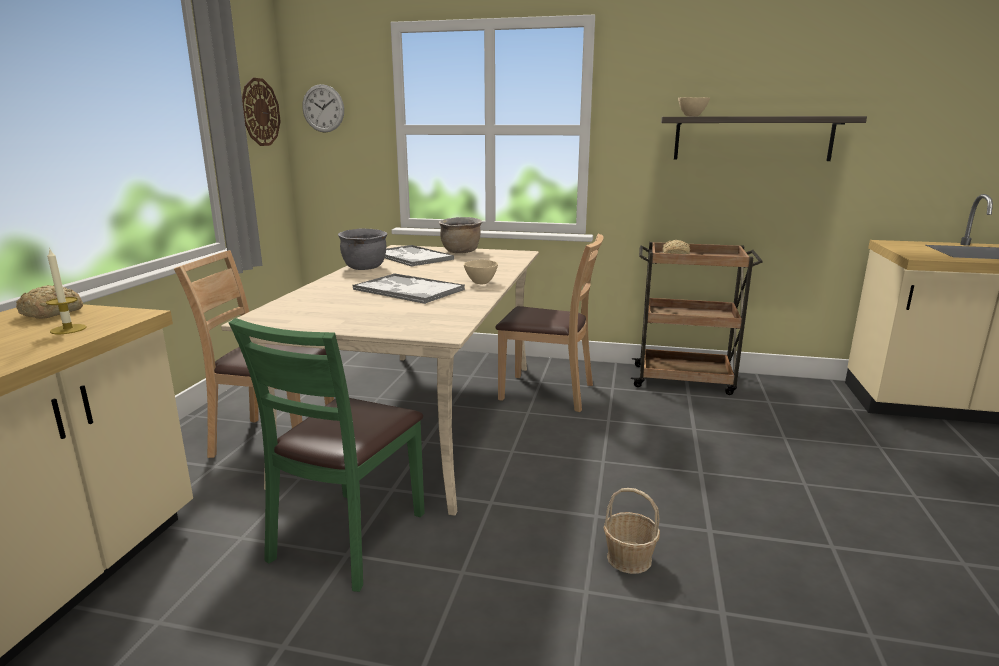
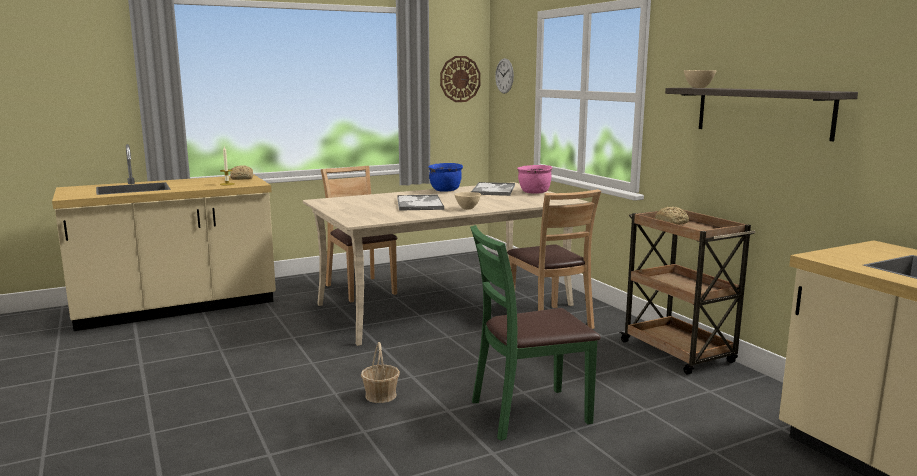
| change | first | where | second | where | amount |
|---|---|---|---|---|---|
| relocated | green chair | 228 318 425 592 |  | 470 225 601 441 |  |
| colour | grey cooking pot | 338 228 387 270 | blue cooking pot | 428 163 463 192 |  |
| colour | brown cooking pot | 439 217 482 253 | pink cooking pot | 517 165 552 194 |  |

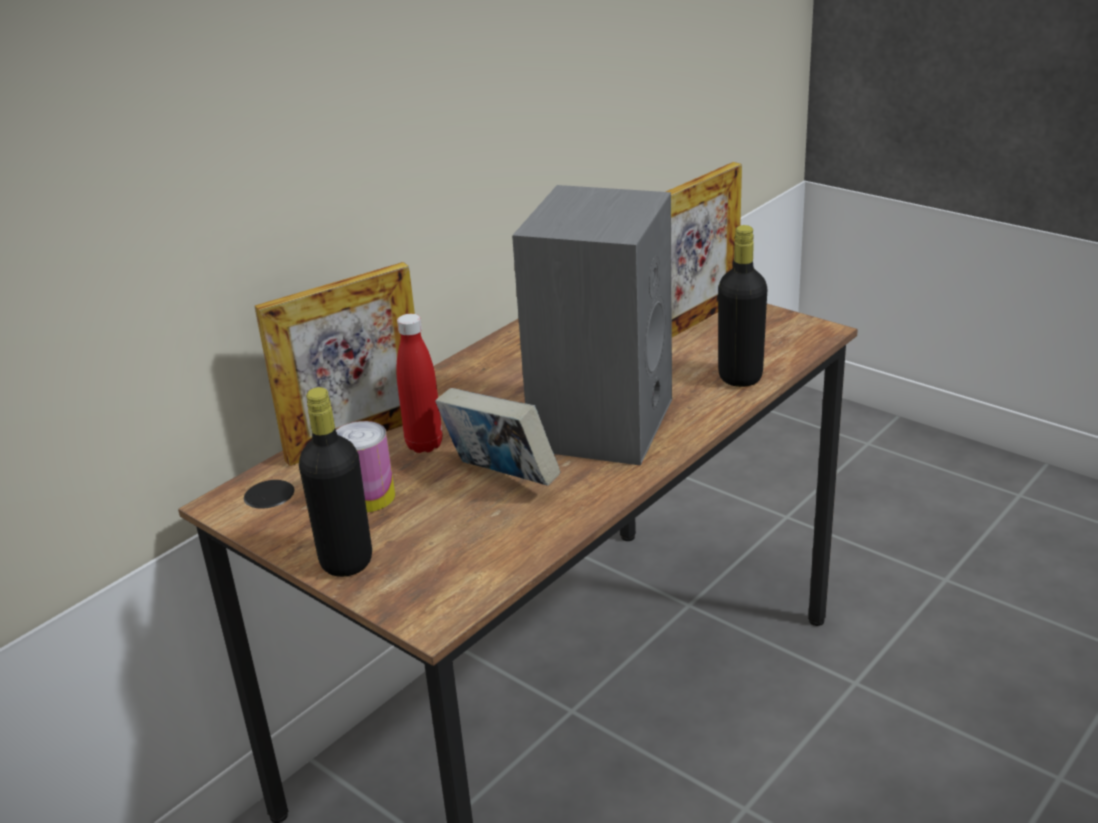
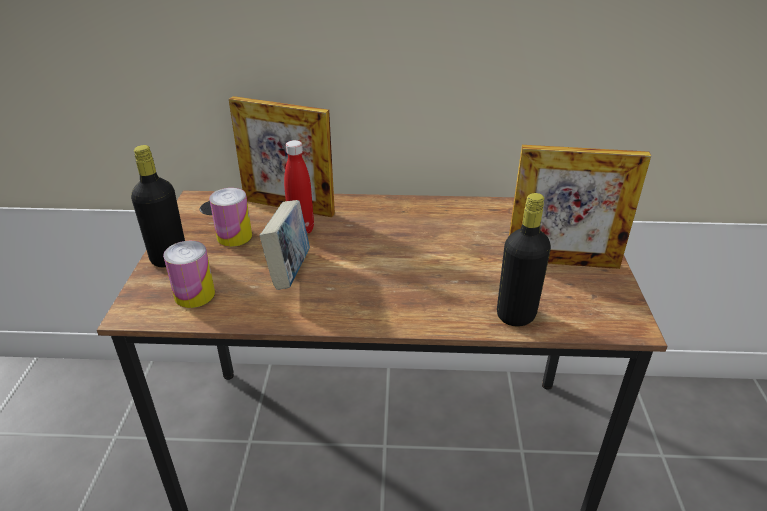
| change | first | where | second | where | amount |
|---|---|---|---|---|---|
| missing | grey speaker | 512 185 672 466 |  |  |  |
| appeared |  |  | can | 163 241 215 308 |  |

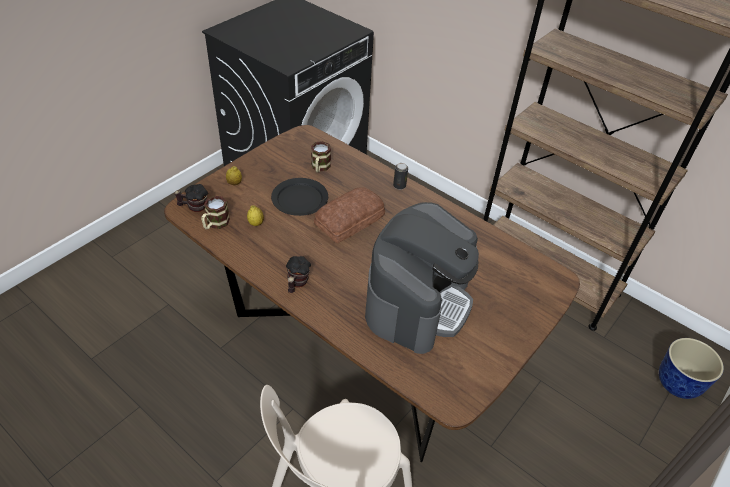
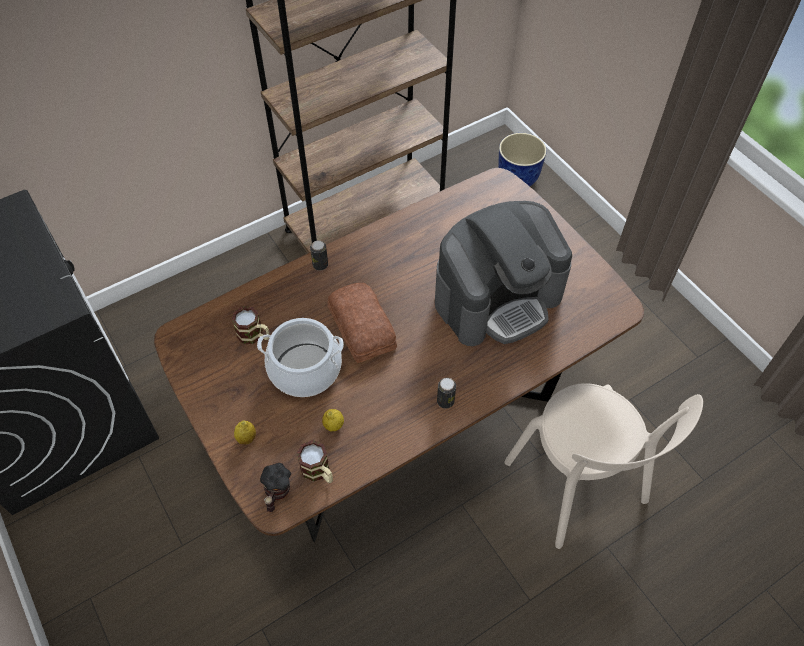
| change | first | where | second | where | amount |
|---|---|---|---|---|---|
| exchanged | black plate | 271 178 328 216 | cooking pot | 257 318 344 397 |  |
| exchanged | mug | 286 256 311 293 | can | 437 378 456 409 |  |
| spun | coffee machine | 365 202 479 354 |  | 435 201 572 346 | 105 degrees clockwise |

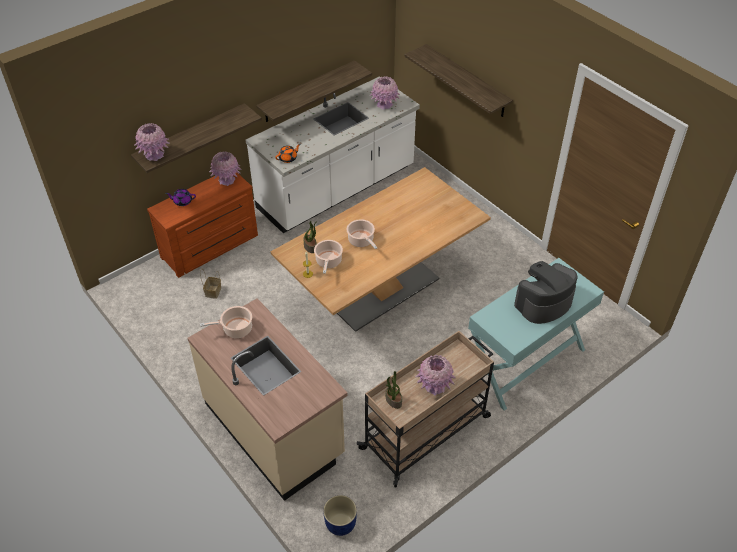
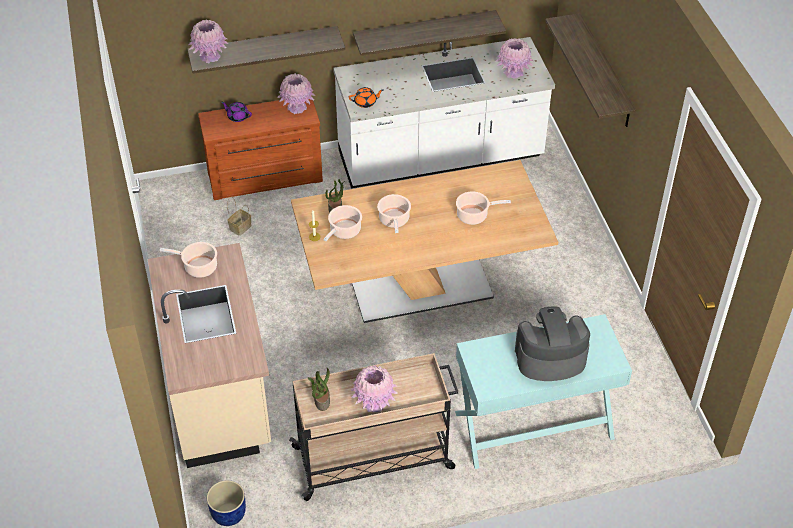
| change | first | where | second | where | amount |
|---|---|---|---|---|---|
| appeared |  |  | cooking pot | 456 191 511 225 |  |

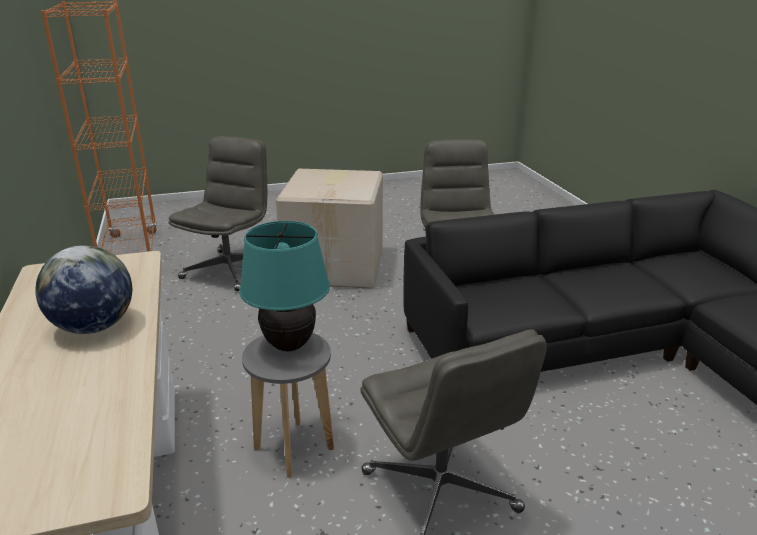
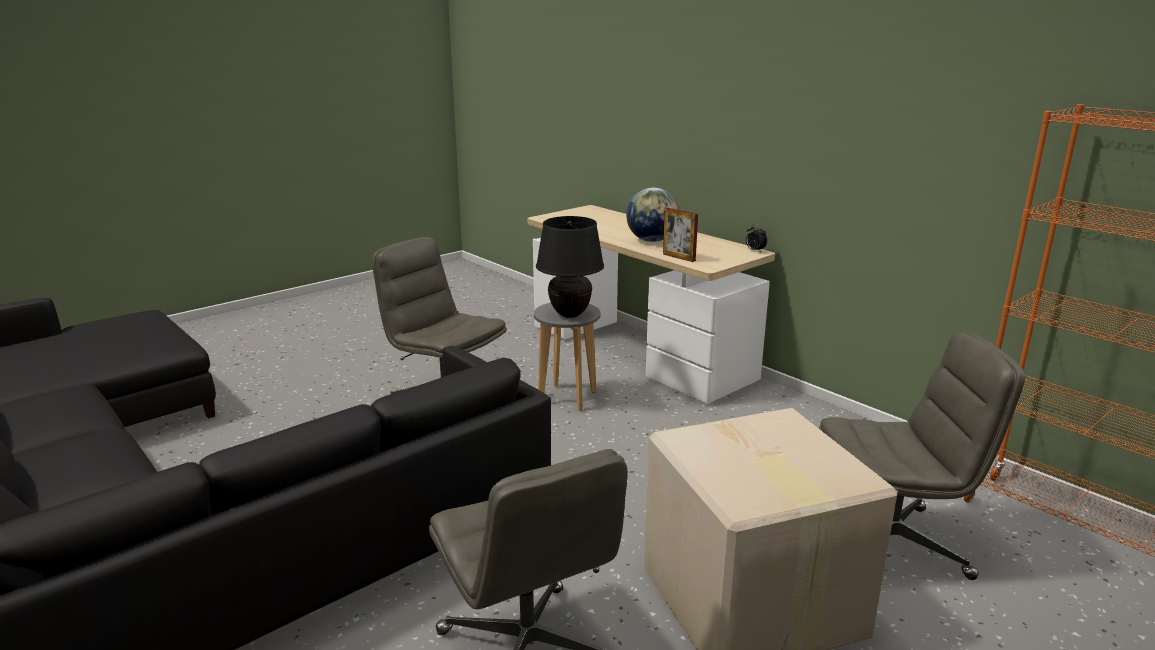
| change | first | where | second | where | amount |
|---|---|---|---|---|---|
| appeared |  |  | picture frame | 663 208 698 262 |  |
| appeared |  |  | alarm clock | 746 224 767 252 |  |
| colour | turquoise table lamp | 239 221 330 352 | black table lamp | 536 216 604 318 |  |
| spun | grey office chair | 168 136 267 291 |  | 819 332 1025 580 | 90 degrees counterclockwise |

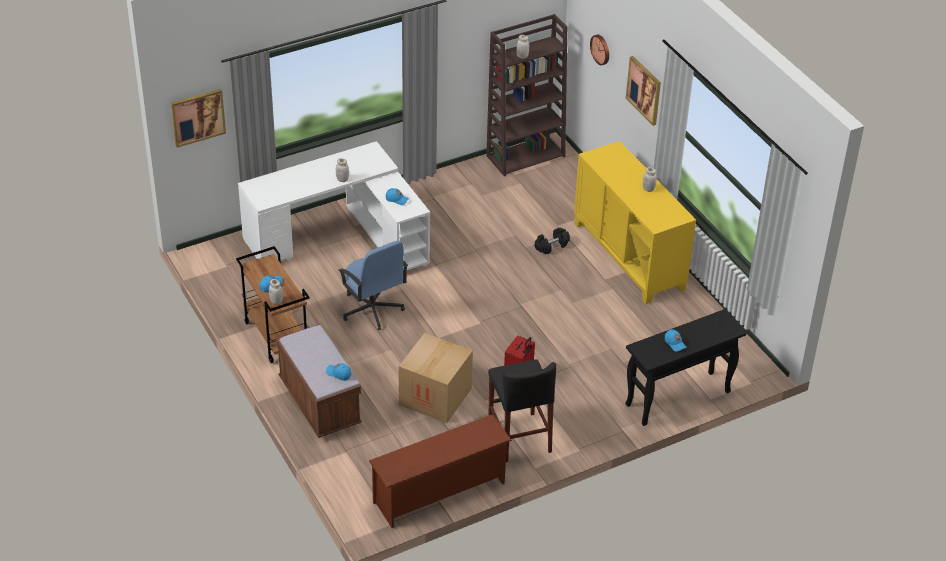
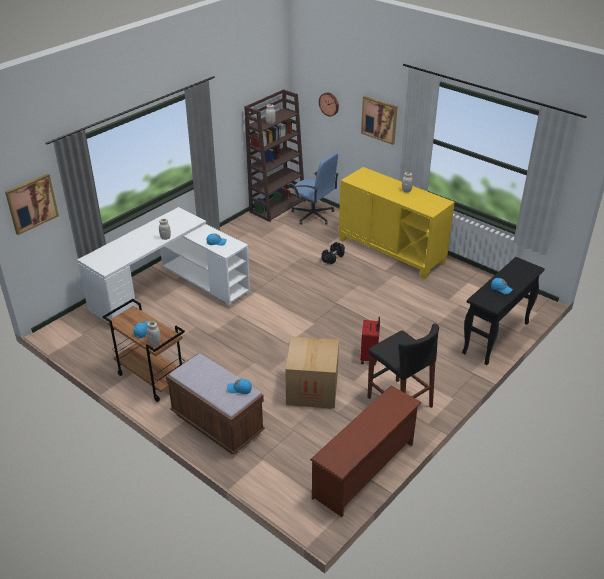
| change | first | where | second | where | amount |
|---|---|---|---|---|---|
| relocated | blue office chair | 339 240 408 330 |  | 291 153 338 225 |  |

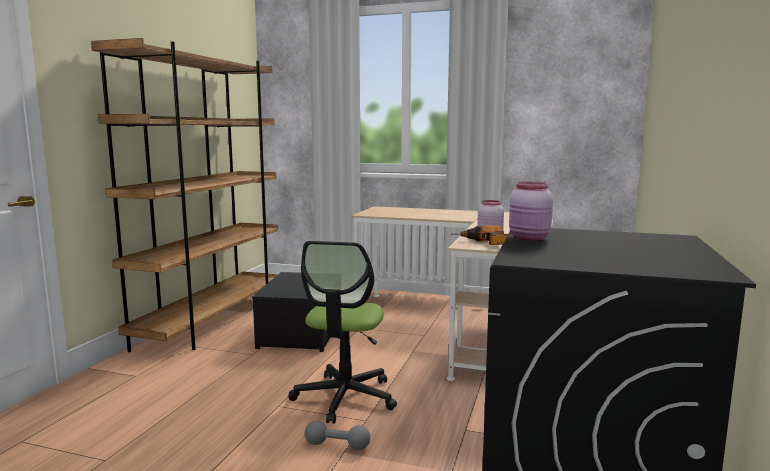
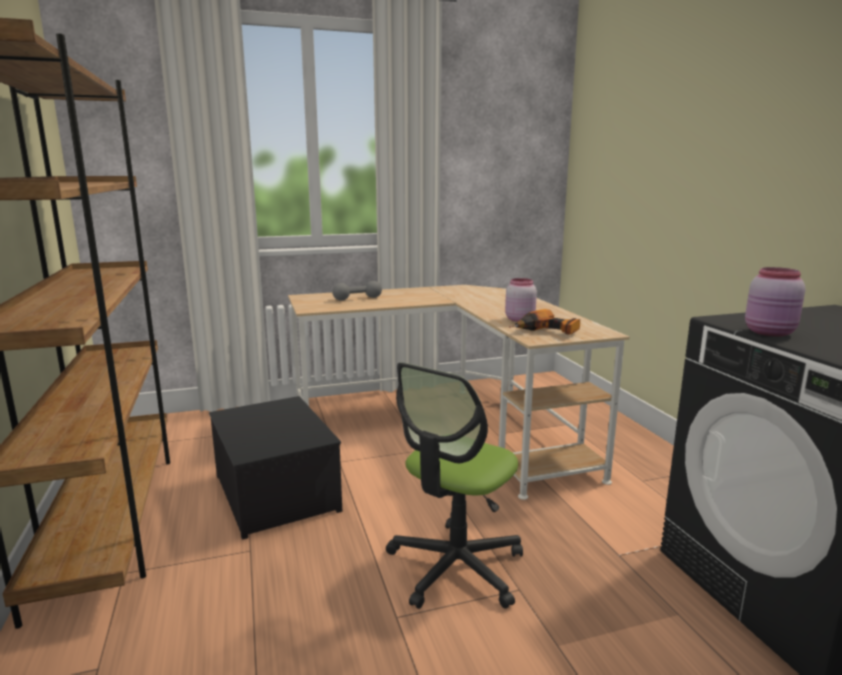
| change | first | where | second | where | amount |
|---|---|---|---|---|---|
| relocated | grey dumbbell | 304 421 370 450 |  | 332 281 382 301 |  |
| spun | office chair | 289 241 397 424 |  | 386 362 523 609 | 60 degrees clockwise |

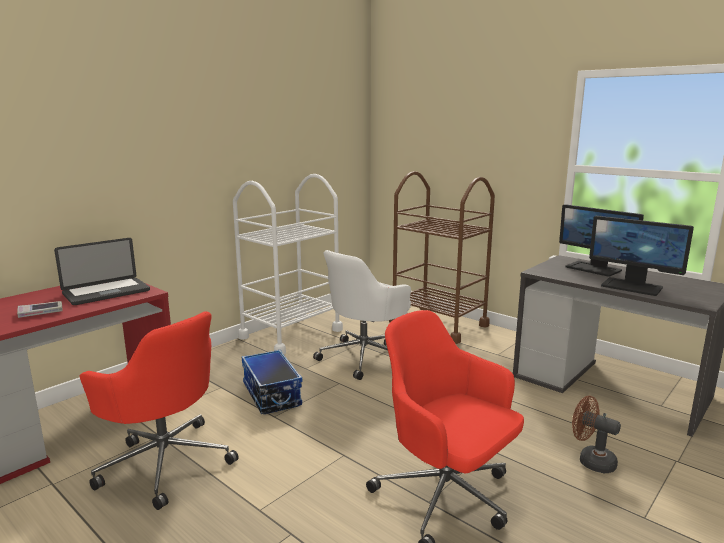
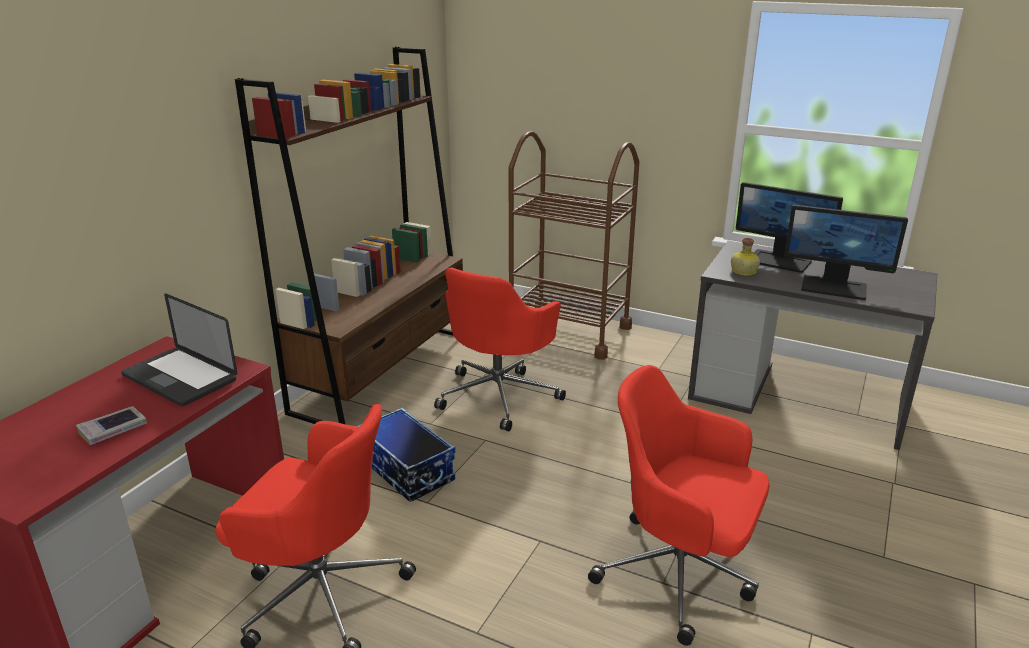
| change | first | where | second | where | amount |
|---|---|---|---|---|---|
| missing | brown fan | 572 396 621 473 |  |  |  |
| appeared |  |  | bottle | 731 238 760 276 |  |
| exchanged | white cart | 233 174 343 354 | brown bookcase | 235 47 463 424 |  |
| colour | white office chair | 313 250 411 380 | red office chair | 434 268 566 431 |  |
| spun | laptop | 54 238 150 305 |  | 121 294 237 406 | 90 degrees clockwise |

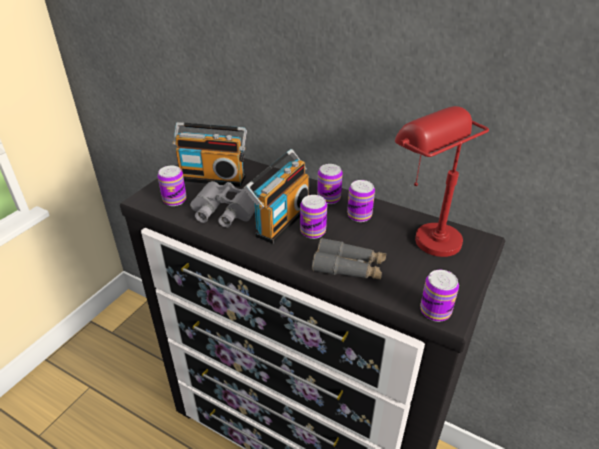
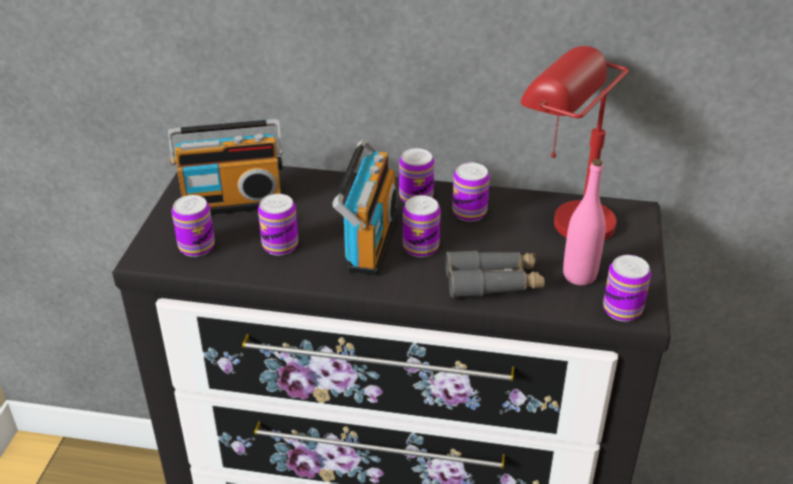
| change | first | where | second | where | amount |
|---|---|---|---|---|---|
| appeared |  |  | pink bottle | 563 159 606 285 |  |
| exchanged | grey binoculars | 190 181 255 228 | can | 258 194 298 255 |  |

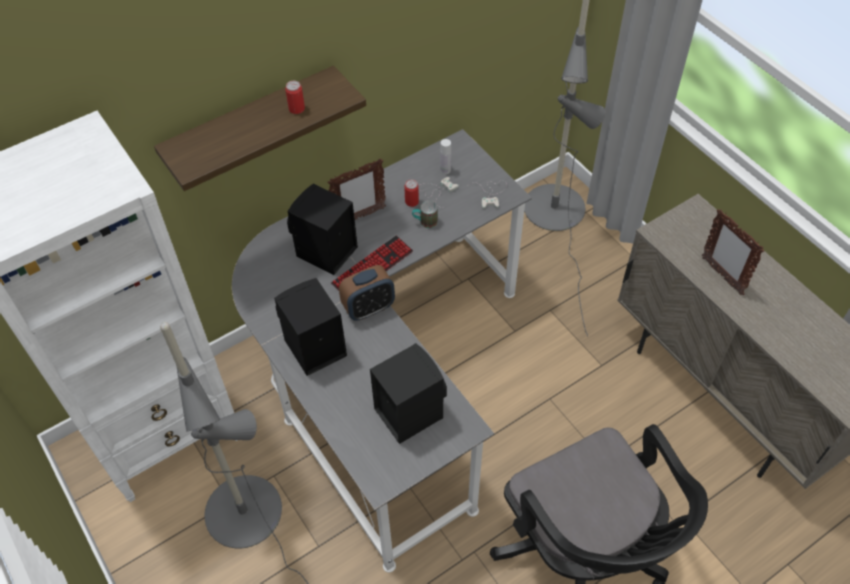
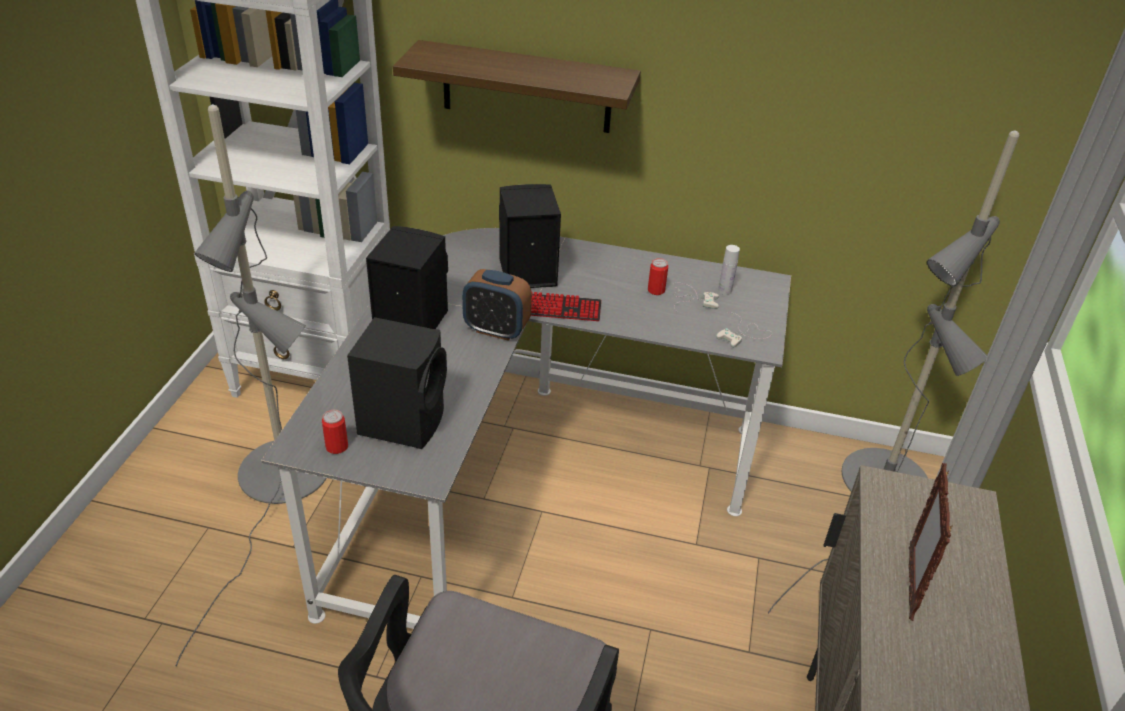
| change | first | where | second | where | amount |
|---|---|---|---|---|---|
| missing | picture frame | 327 158 386 220 |  |  |  |
| missing | mug | 412 201 438 228 |  |  |  |
| relocated | can | 285 81 305 114 |  | 322 410 348 454 |  |

